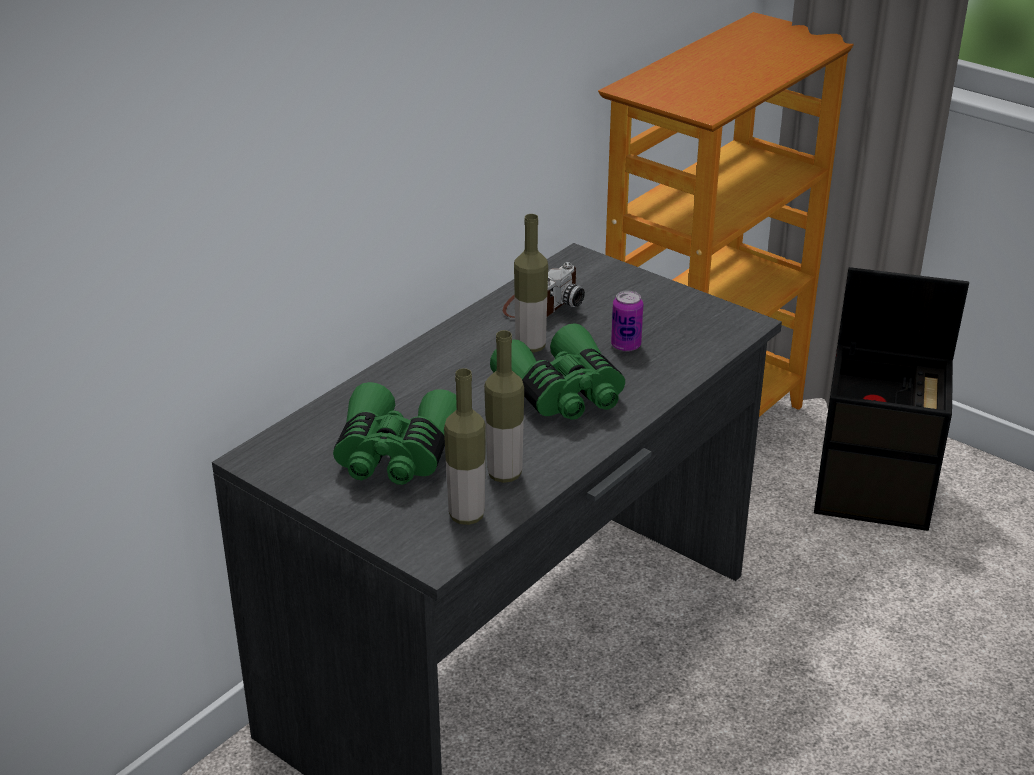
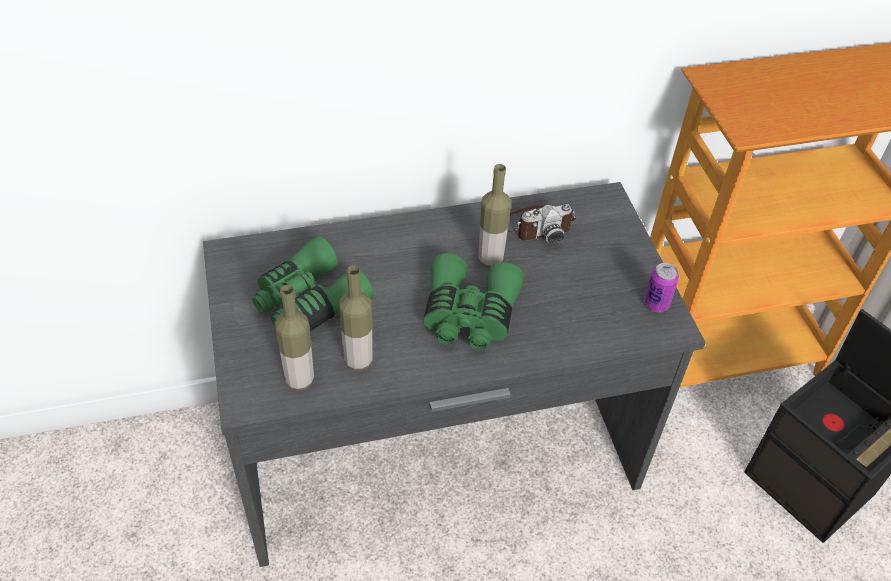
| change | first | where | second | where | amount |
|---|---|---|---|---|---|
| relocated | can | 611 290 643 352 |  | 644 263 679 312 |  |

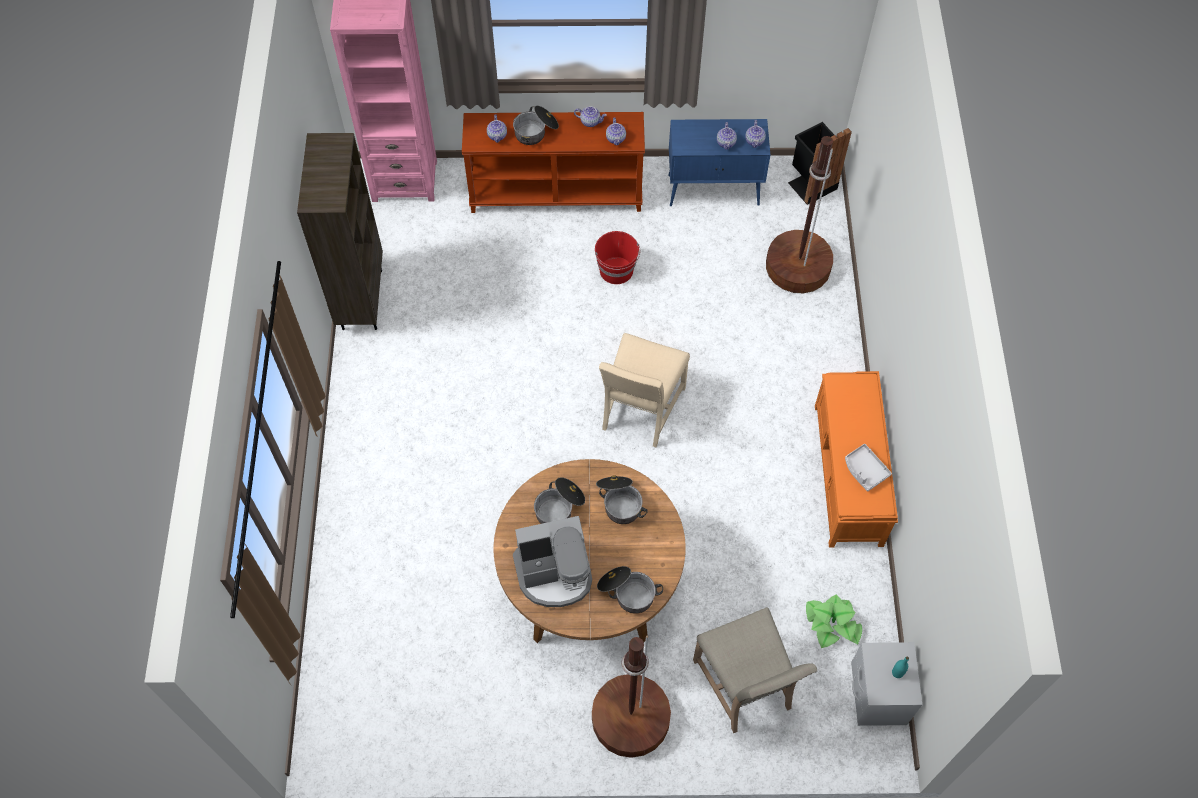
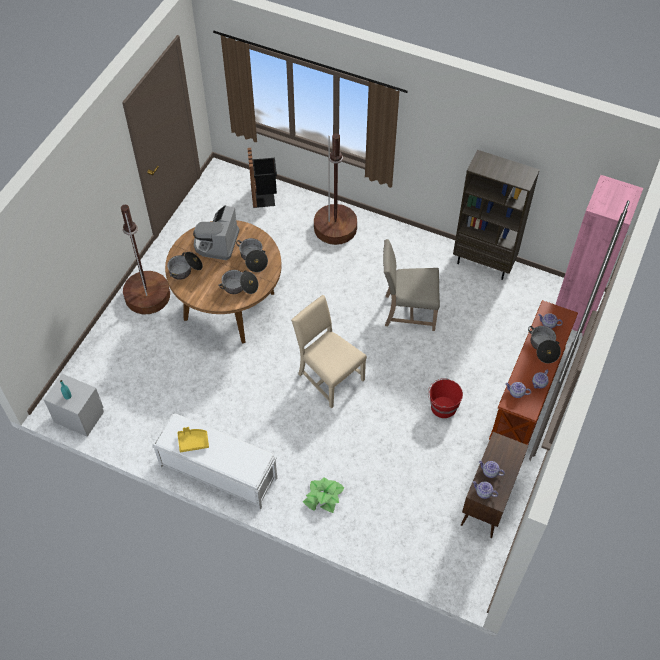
| change | first | where | second | where | amount |
|---|---|---|---|---|---|
| relocated | beige chair | 693 607 817 733 |  | 383 239 440 331 |  |
| relocated | brown floor lamp | 766 136 833 293 |  | 314 133 357 245 |  |
| relocated | black trash can | 788 122 852 205 |  | 247 148 277 208 |  |
| relocated | potted plant | 806 595 862 648 |  | 303 477 344 513 |  |
| colour | blue cabinet | 668 119 770 206 | brown cabinet | 461 432 529 538 |  |
| colour | orange bench | 815 371 898 547 | white bench | 152 413 277 510 |  |
| colour | grey tray | 845 444 892 492 | yellow tray | 177 427 209 452 |  |

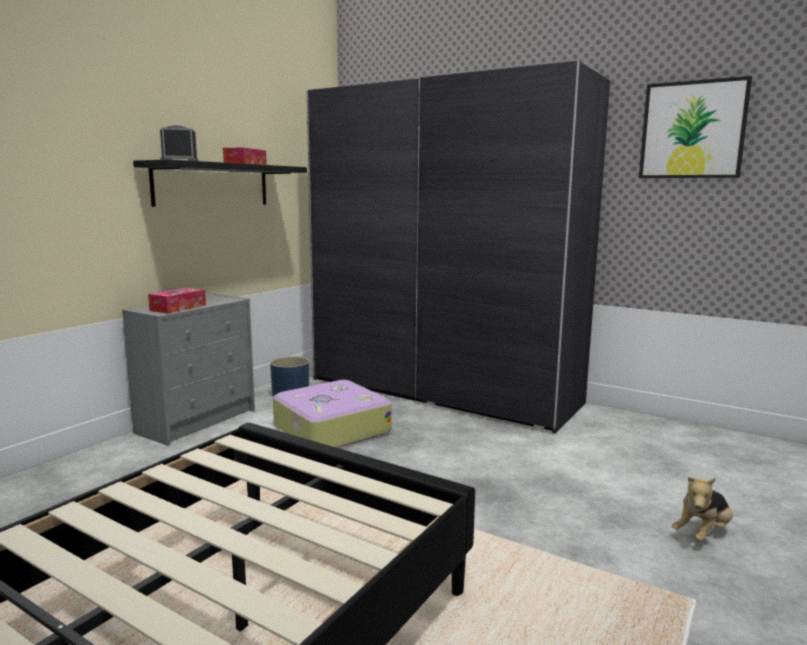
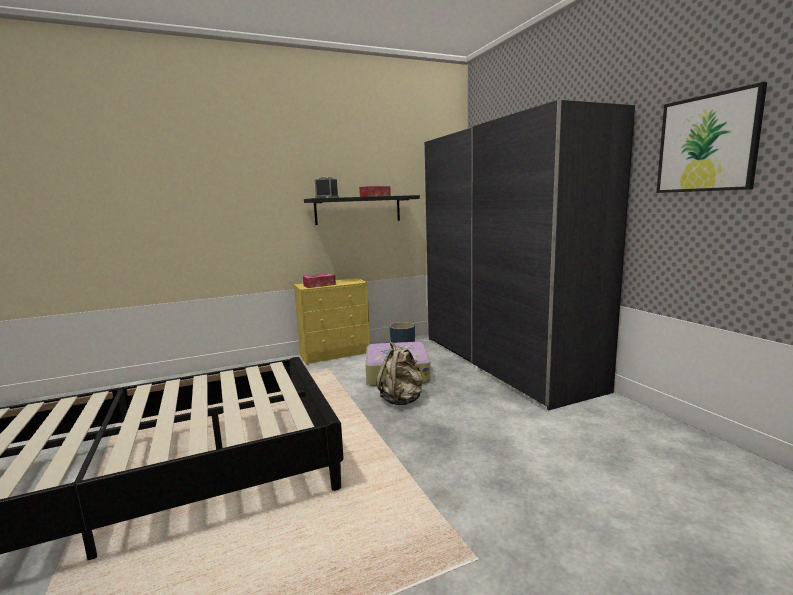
| change | first | where | second | where | amount |
|---|---|---|---|---|---|
| missing | plush toy | 672 477 733 542 |  |  |  |
| appeared |  |  | beige backpack | 376 342 423 405 |  |
| colour | grey dresser | 122 294 255 446 | yellow dresser | 294 278 370 365 |  |

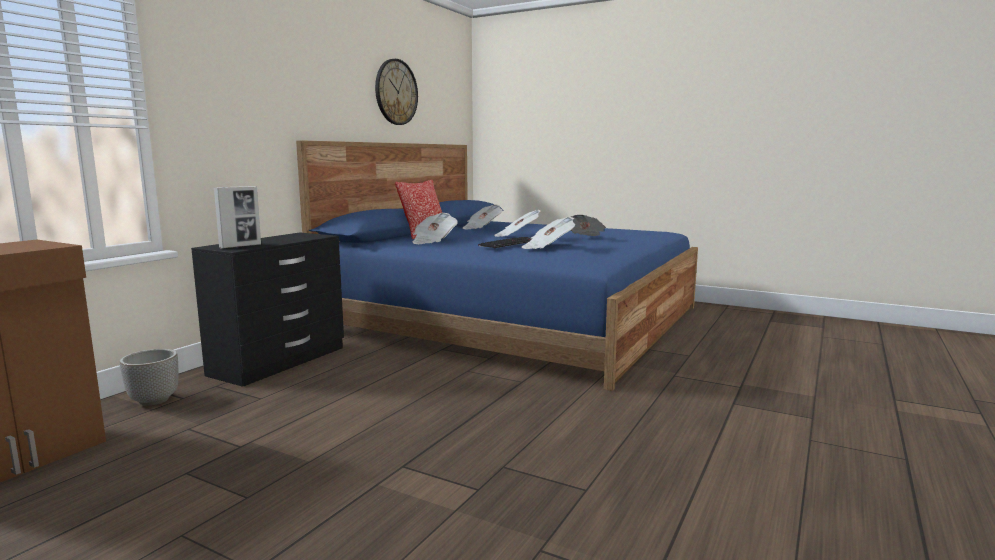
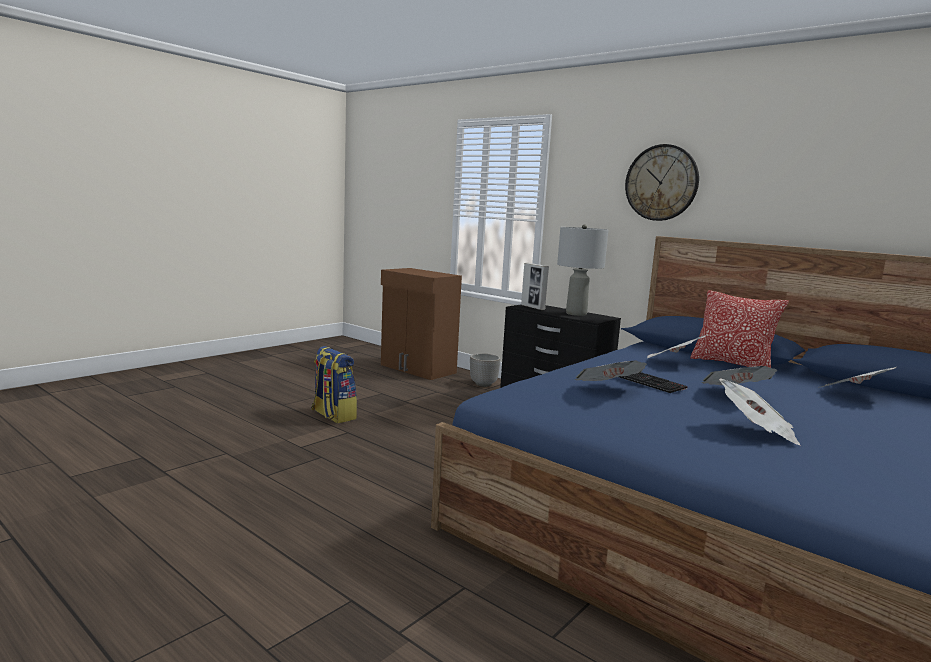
| change | first | where | second | where | amount |
|---|---|---|---|---|---|
| appeared |  |  | backpack | 311 346 357 423 |  |
| appeared |  |  | grey table lamp | 557 225 608 316 |  |
| relocated | wall clock | 375 59 418 125 |  | 625 144 699 221 |  |

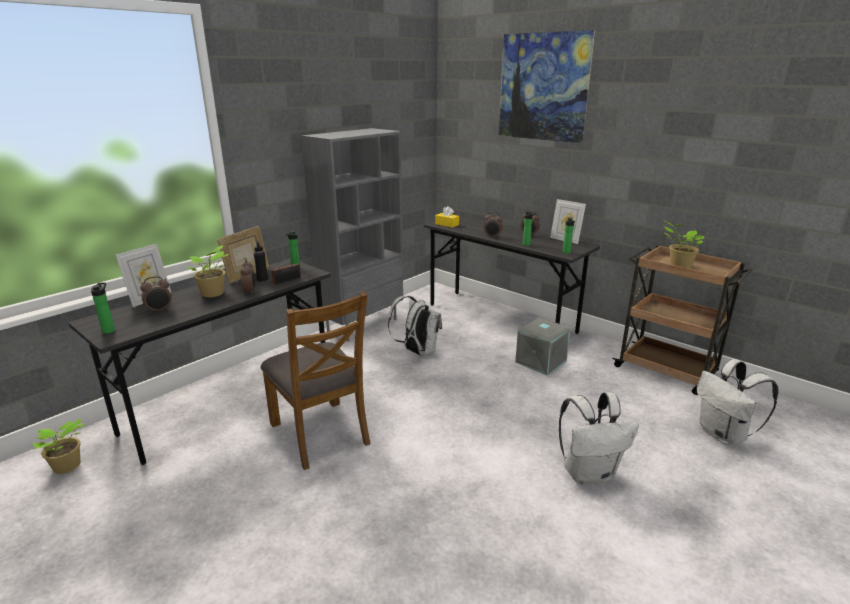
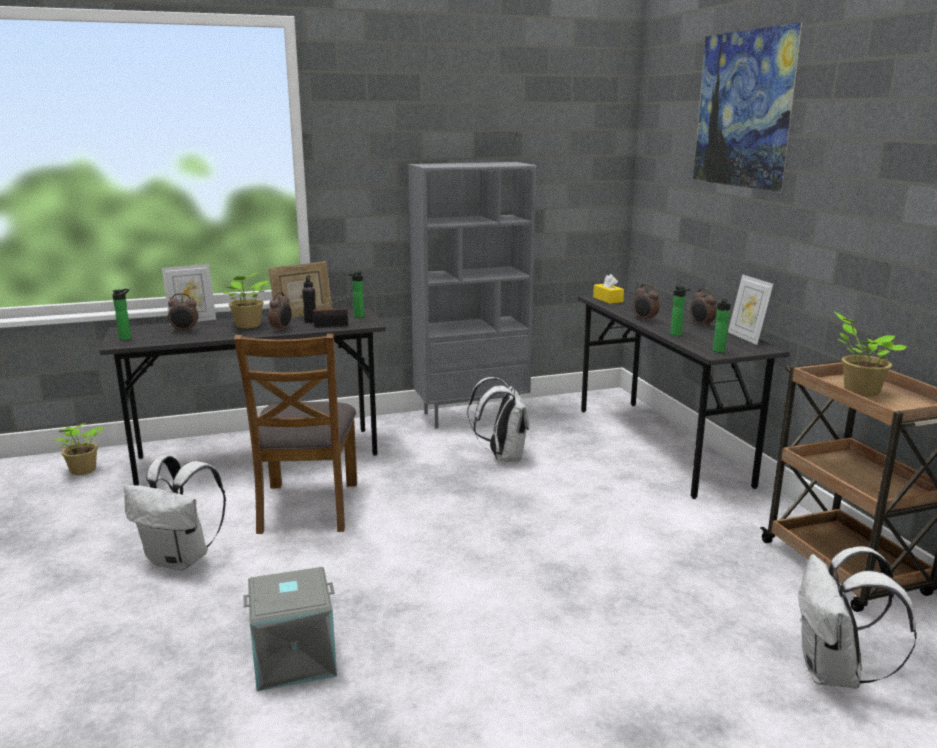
| change | first | where | second | where | amount |
|---|---|---|---|---|---|
| relocated | grey storage box | 515 318 570 376 |  | 243 567 337 691 |  |
| relocated | white backpack | 559 392 639 484 |  | 124 456 226 570 |  |

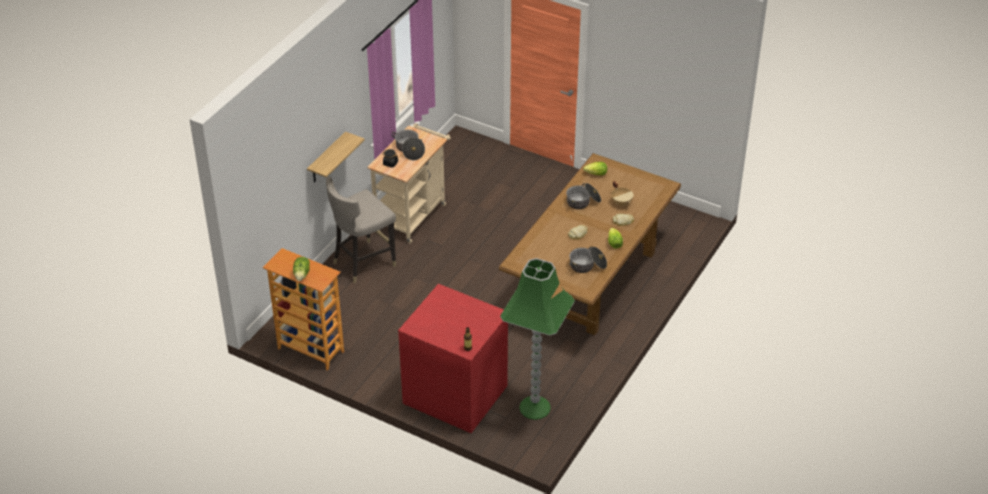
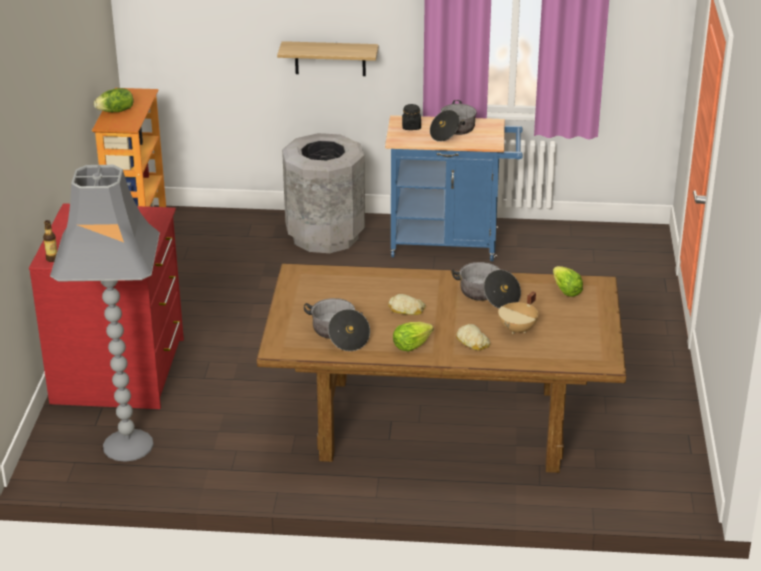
| change | first | where | second | where | amount |
|---|---|---|---|---|---|
| exchanged | grey stool | 326 177 396 283 | grey trash can | 282 133 365 253 |  |
| colour | beige cart | 367 123 451 243 | blue cart | 385 115 523 261 |  |
| colour | green floor lamp | 500 258 575 420 | grey floor lamp | 50 165 160 462 |  |

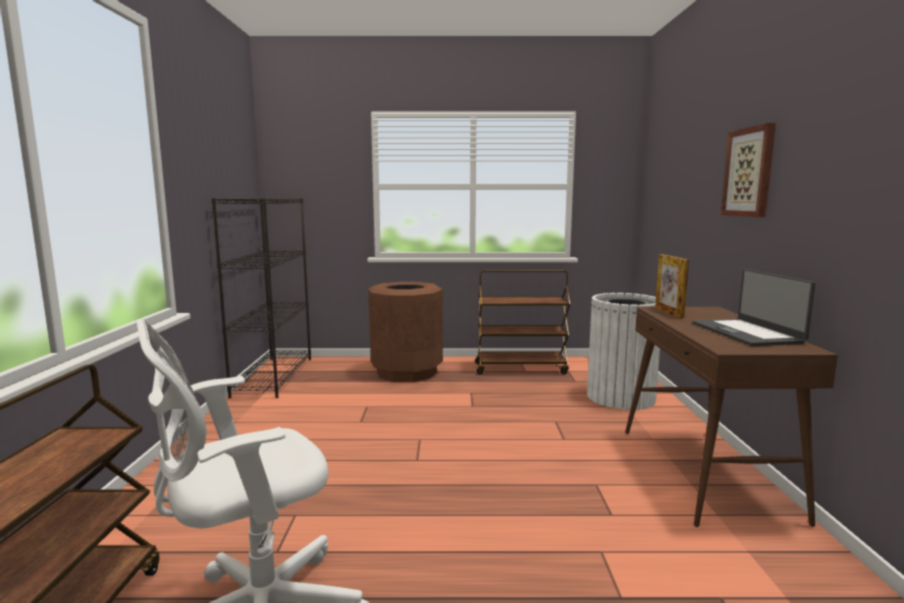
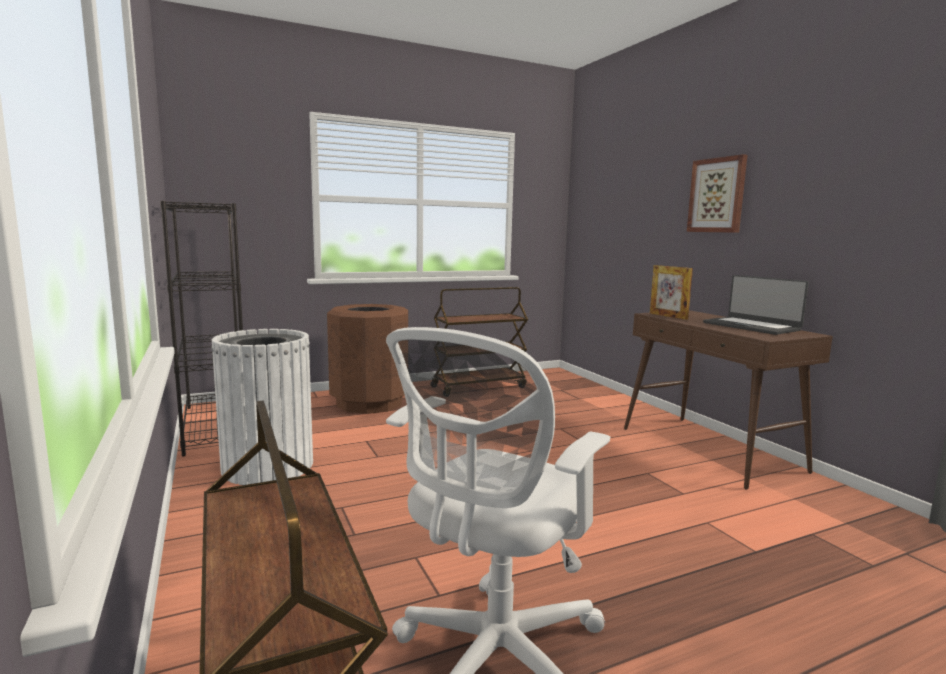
| change | first | where | second | where | amount |
|---|---|---|---|---|---|
| relocated | white trash can | 587 293 660 410 |  | 211 329 313 485 |  |

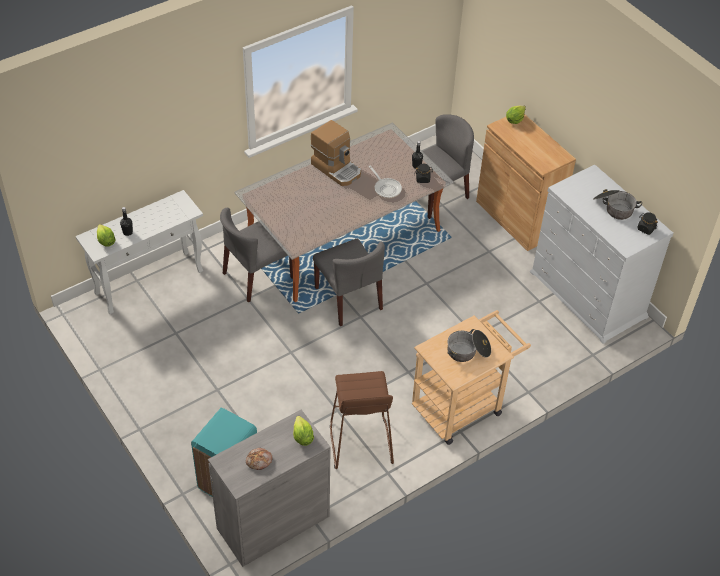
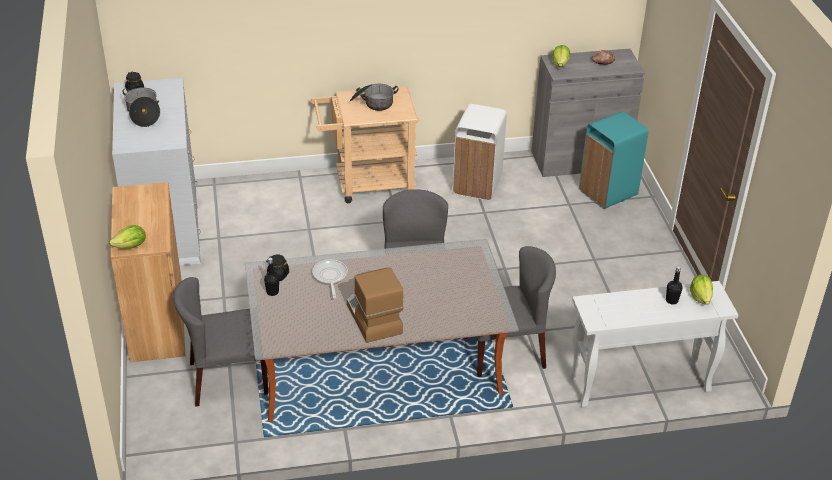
| change | first | where | second | where | amount |
|---|---|---|---|---|---|
| exchanged | brown stool | 330 371 394 469 | white trash can | 453 104 507 201 |  |

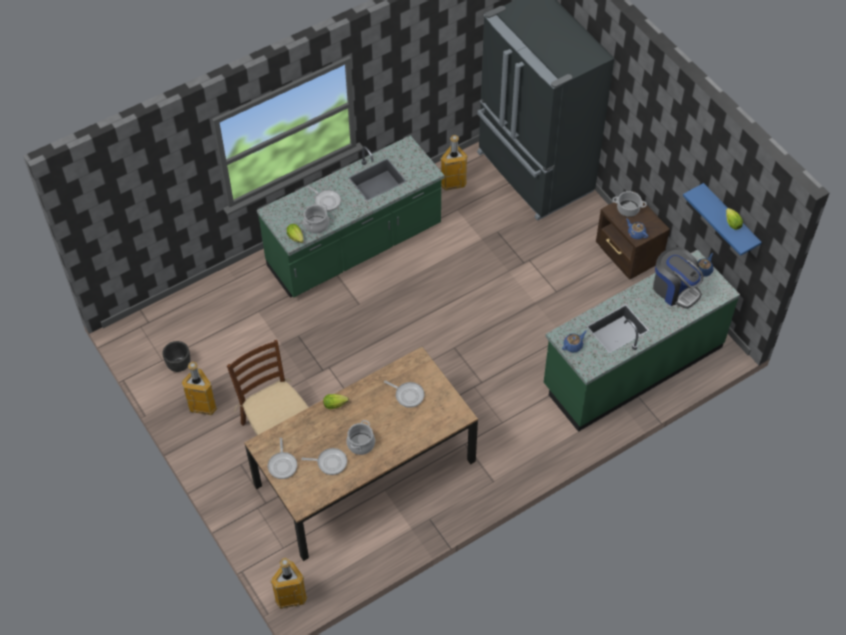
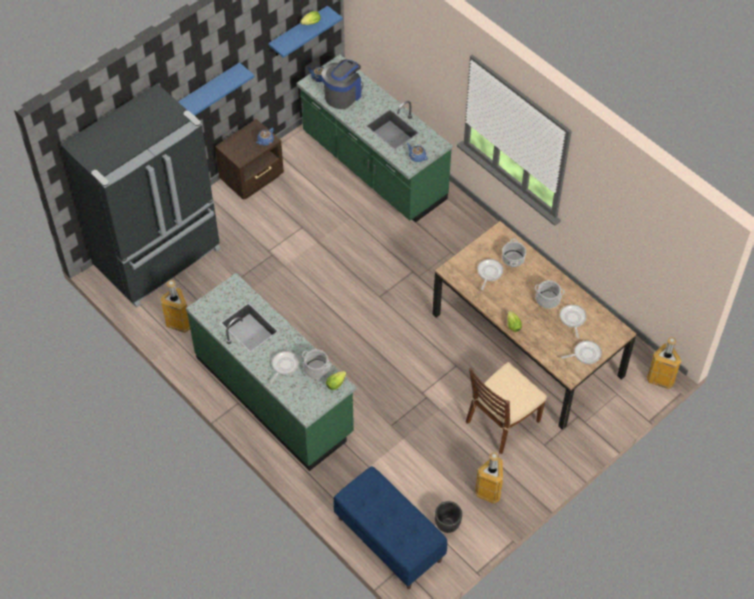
| change | first | where | second | where | amount |
|---|---|---|---|---|---|
| appeared |  |  | blue shelf | 178 62 254 116 |  |
| appeared |  |  | blue bench | 333 466 448 589 |  |
| relocated | cooking pot | 612 191 647 217 |  | 502 239 526 267 |  |

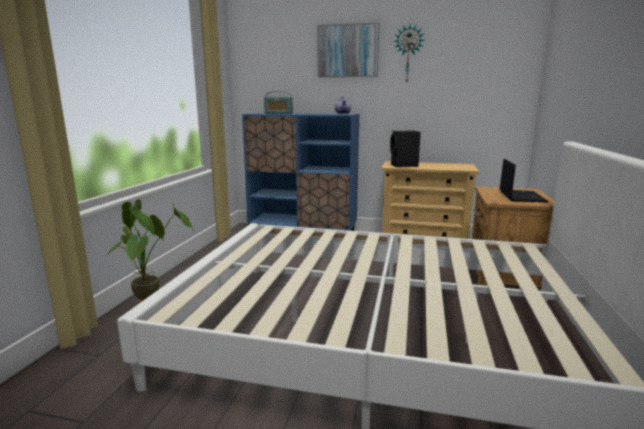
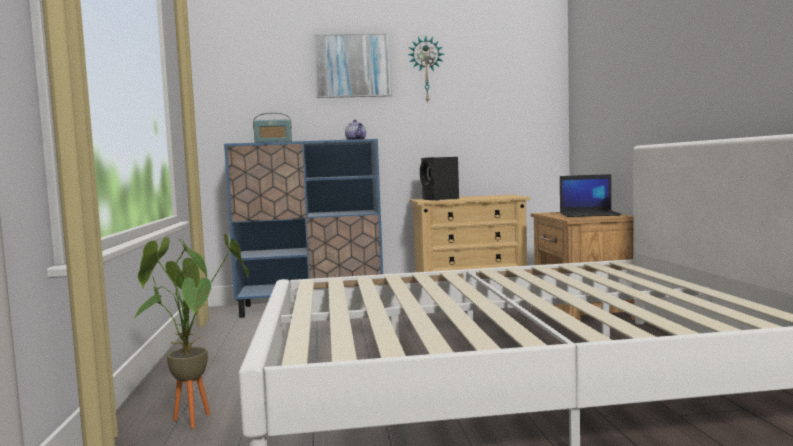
| change | first | where | second | where | amount |
|---|---|---|---|---|---|
| spun | laptop | 500 158 549 202 |  | 560 174 622 217 | 105 degrees clockwise |

